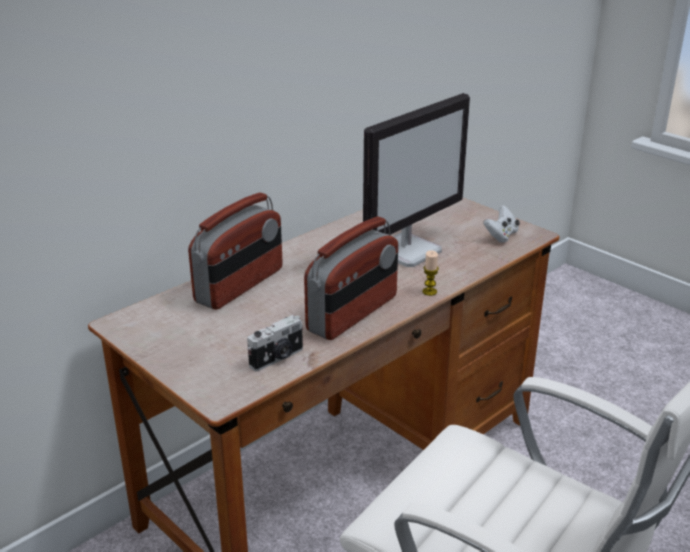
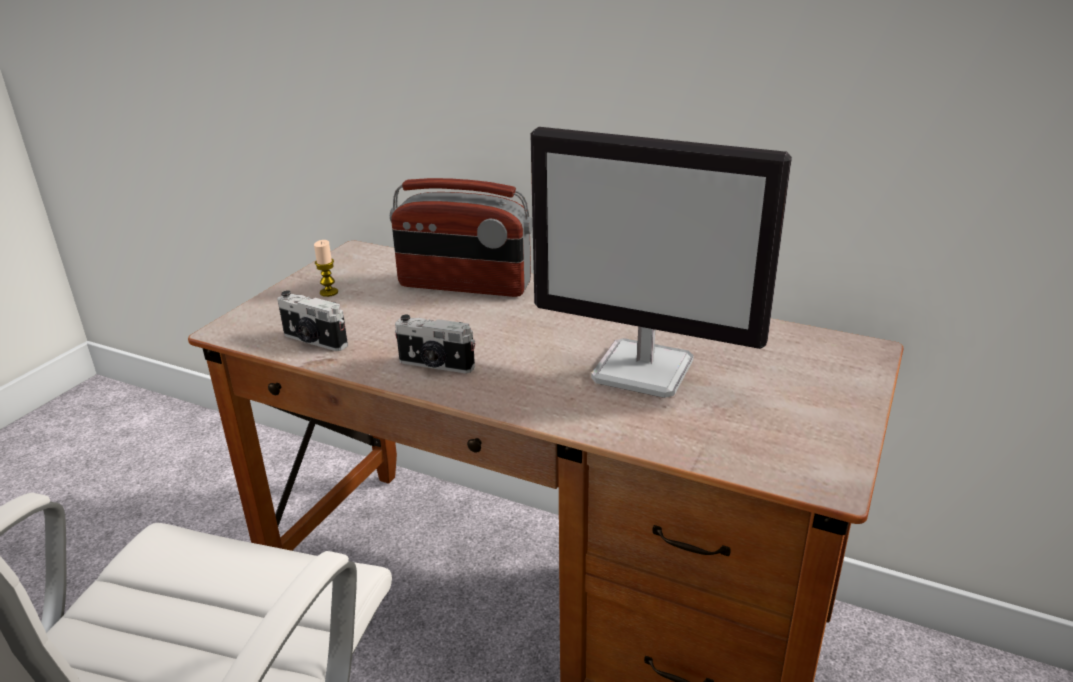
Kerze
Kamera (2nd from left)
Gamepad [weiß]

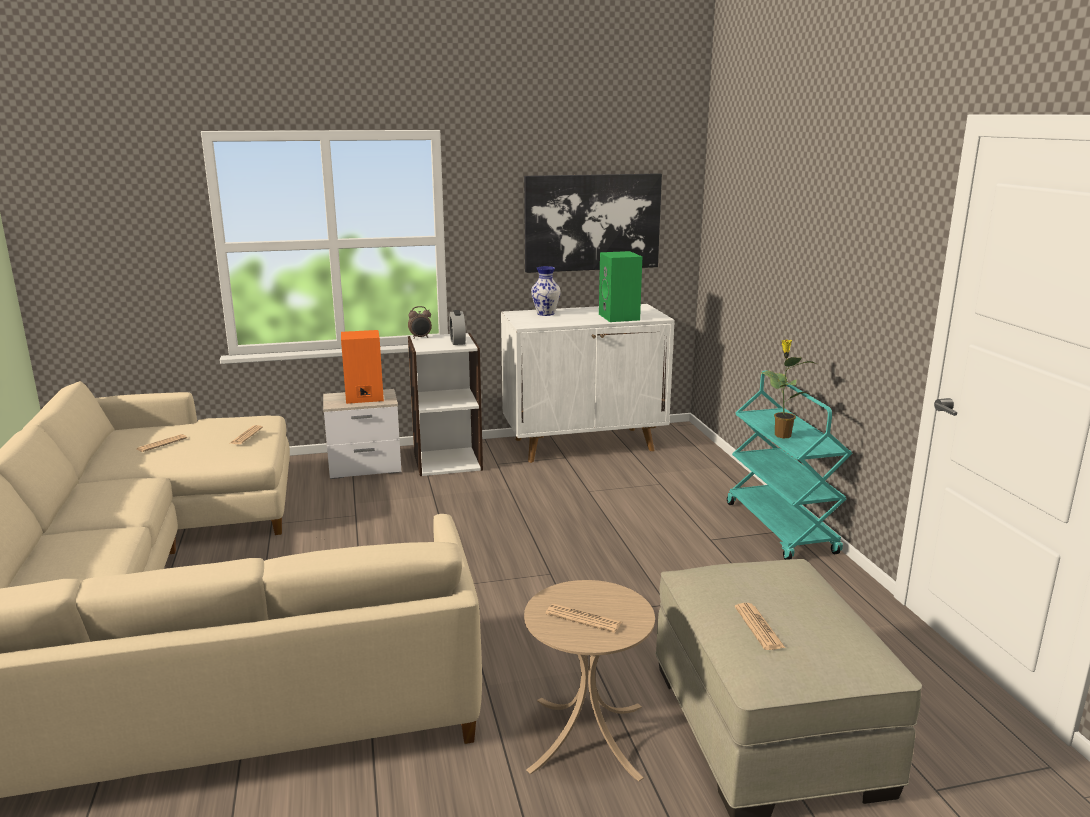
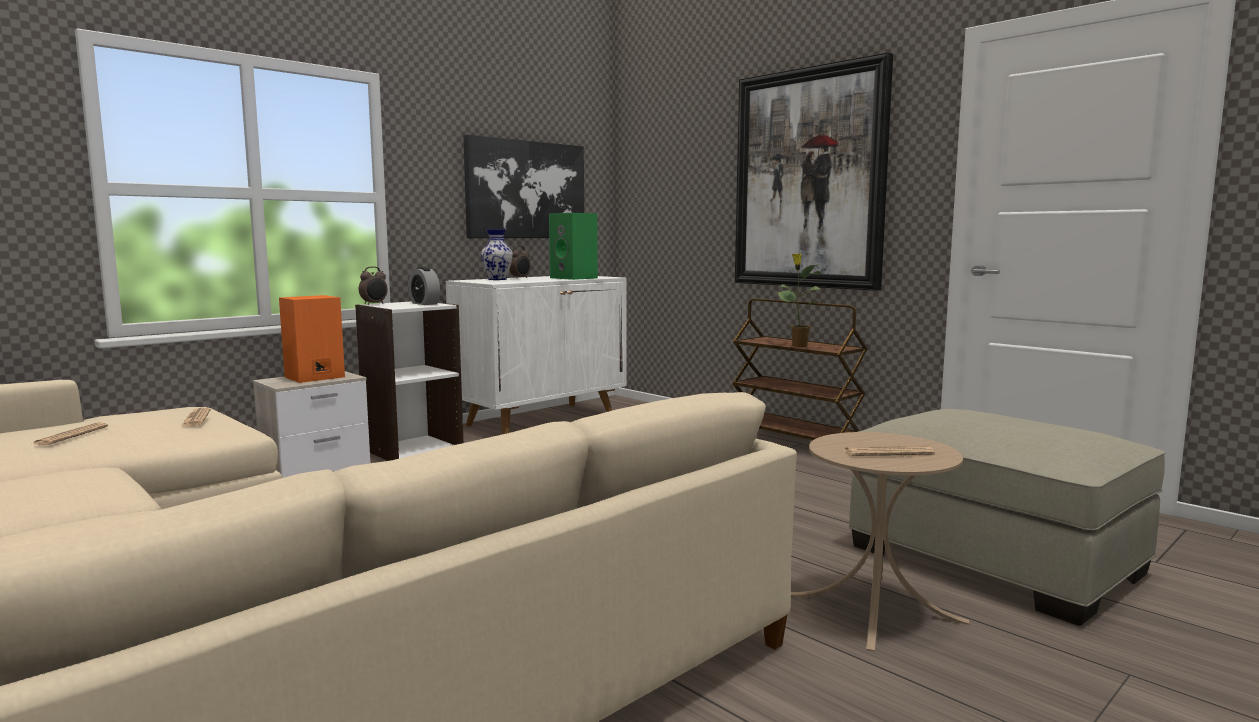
Wecker (3rd from left)
Rollwagen [braun]
Bild (2nd from left)
Zeitung (4th from left in the first image)

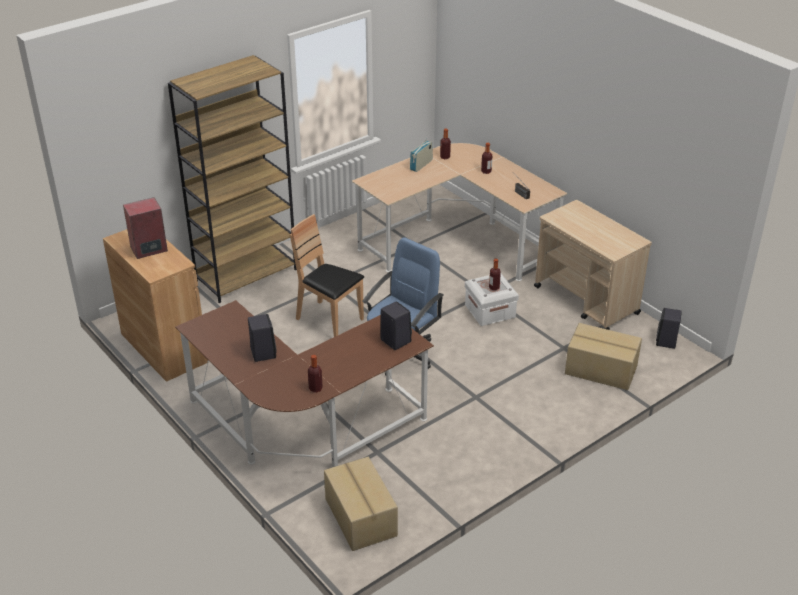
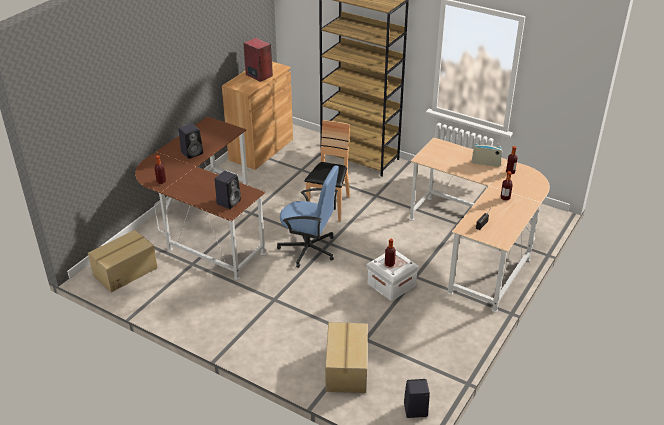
Rollwagen [beige]

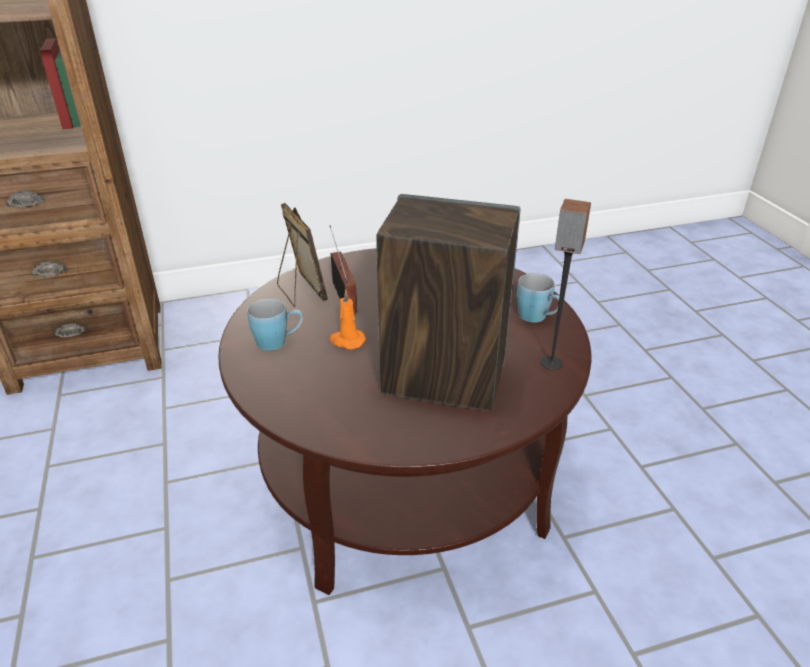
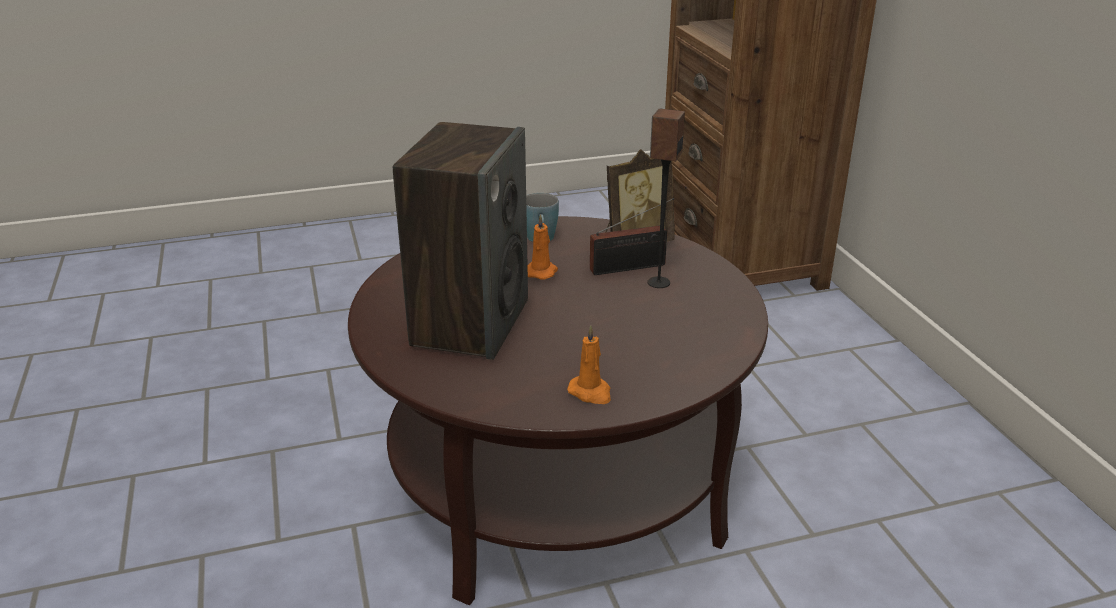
Kerze [orange] (2nd from left)
Lautsprecher (2nd from left)

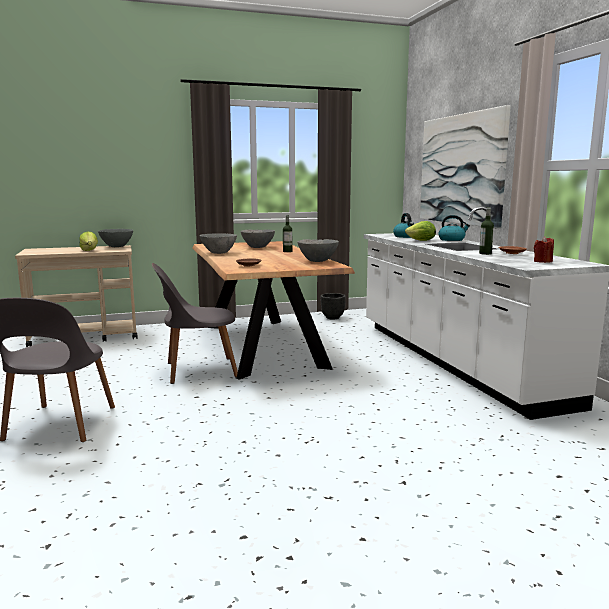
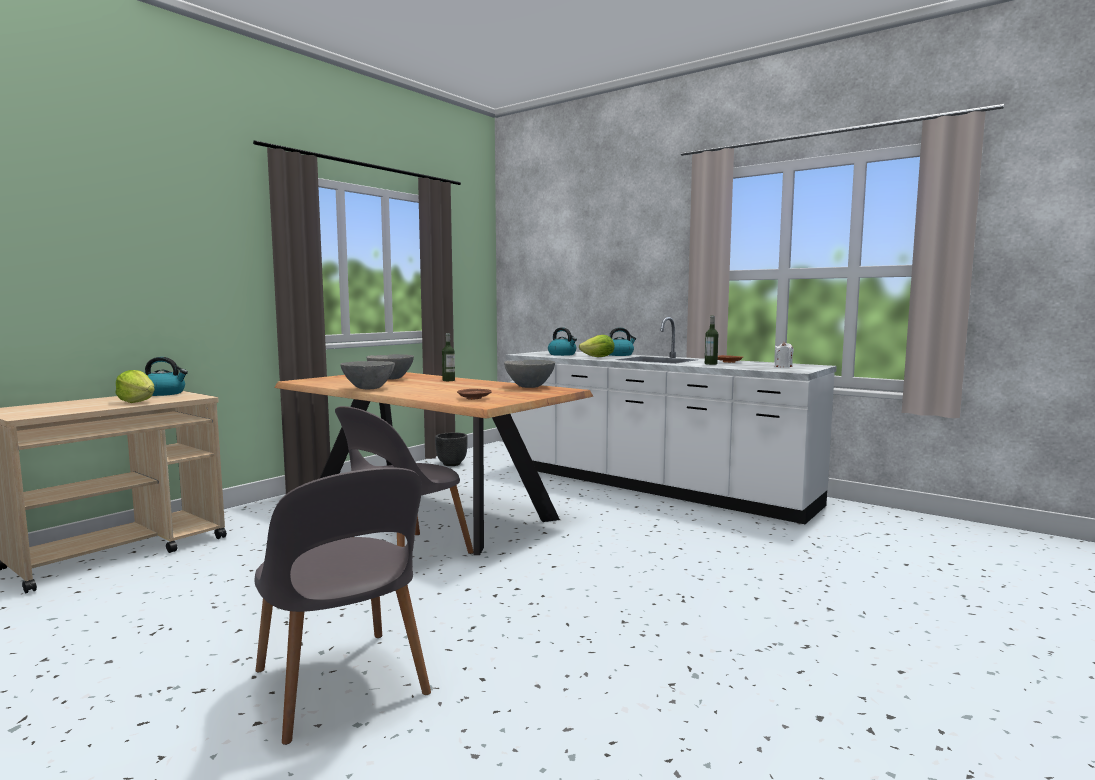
Wasserkessel (1st from left)
Kerze [weiß]
Bild

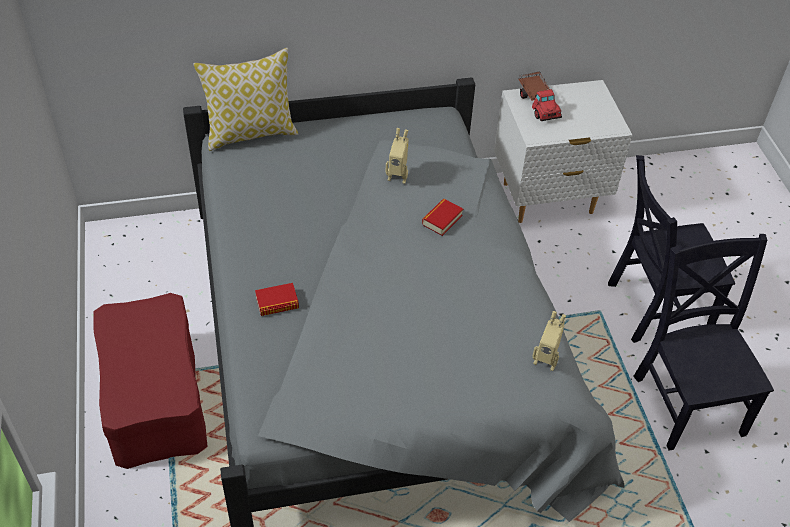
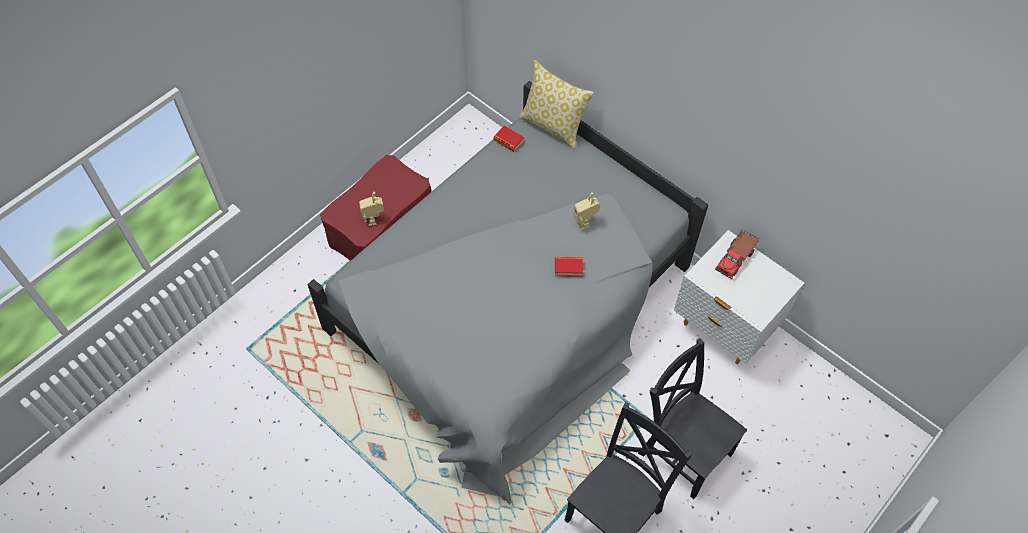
Spielzeugroboter (1st from left)
Buch (1st from left)

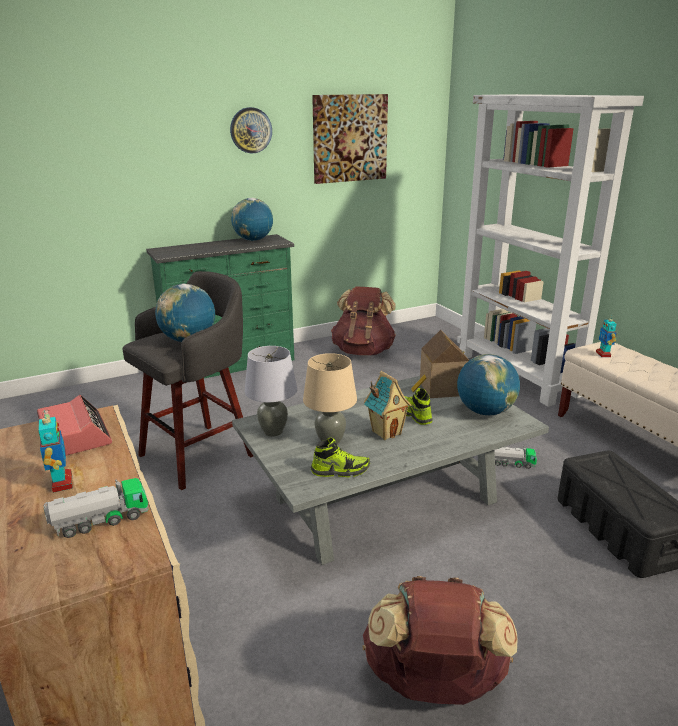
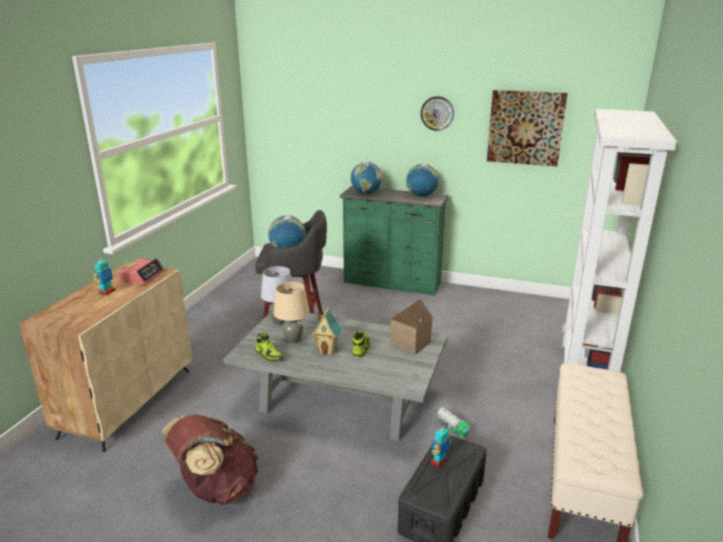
Globus (2nd from left)
Spielzeugroboter (2nd from left)
Spielzeuglaster (1st from left in the first image)
Rucksack [braun] (1st from left in the first image)

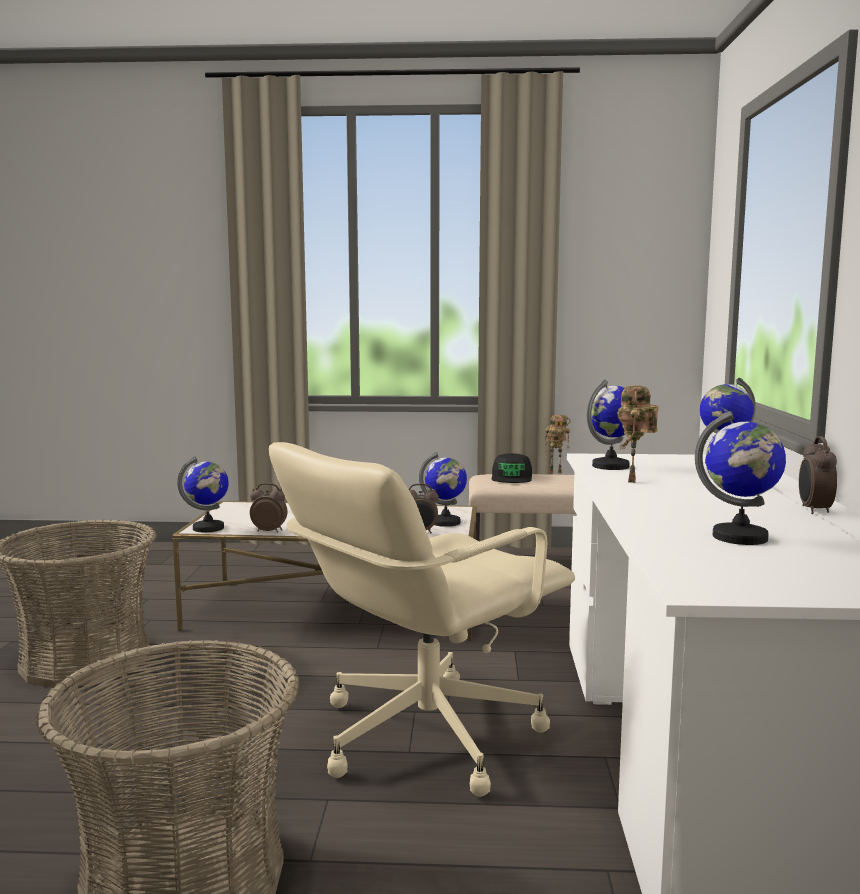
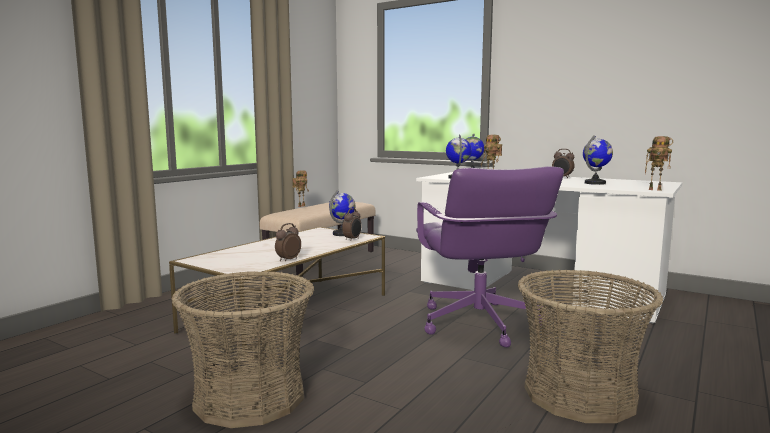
Bürostuhl [lila]
Spielzeugroboter (3rd from left)
Globus (1st from left in the first image)
Kappe [schwarz]

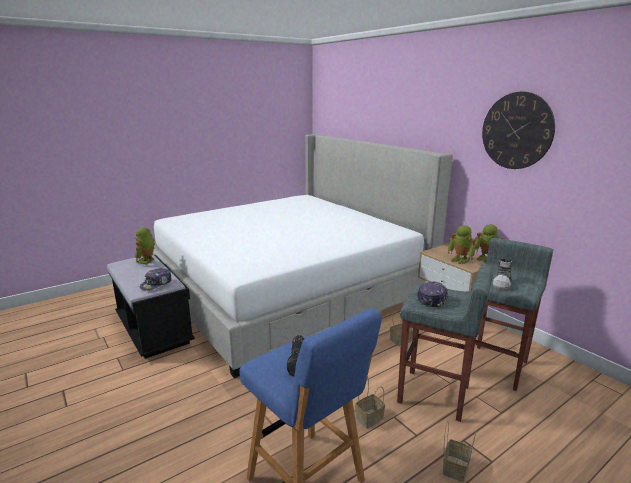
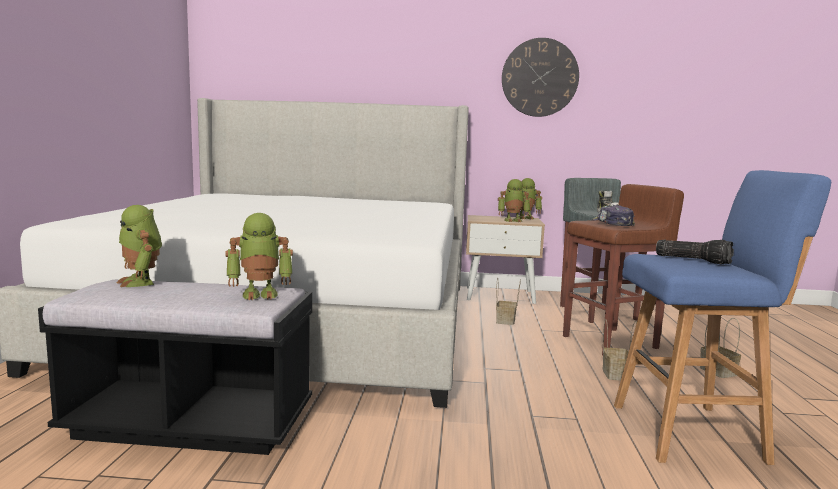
Spielzeugroboter (2nd from left)
Hocker [braun]

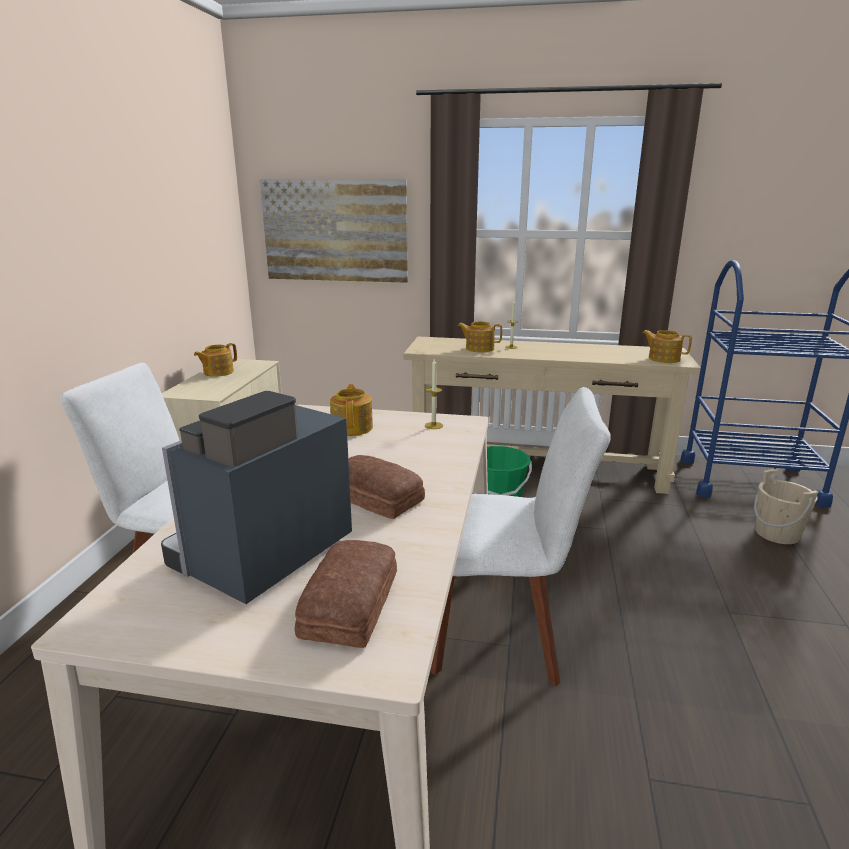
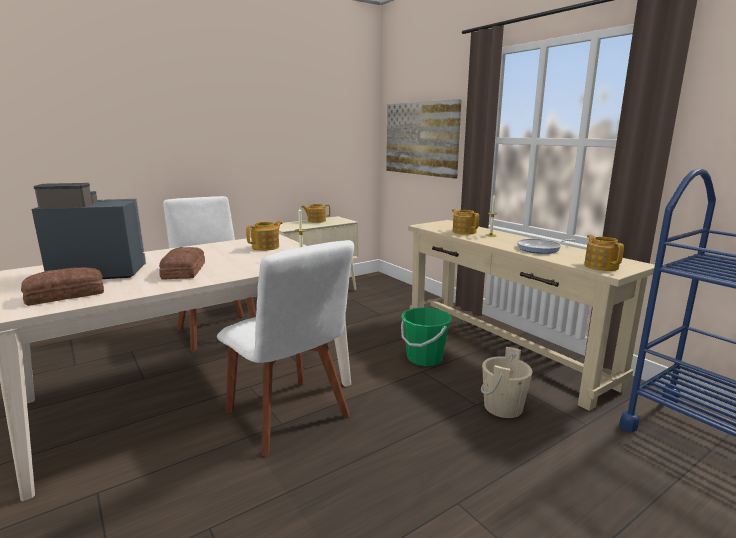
Eimer [beige]
Pfanne

